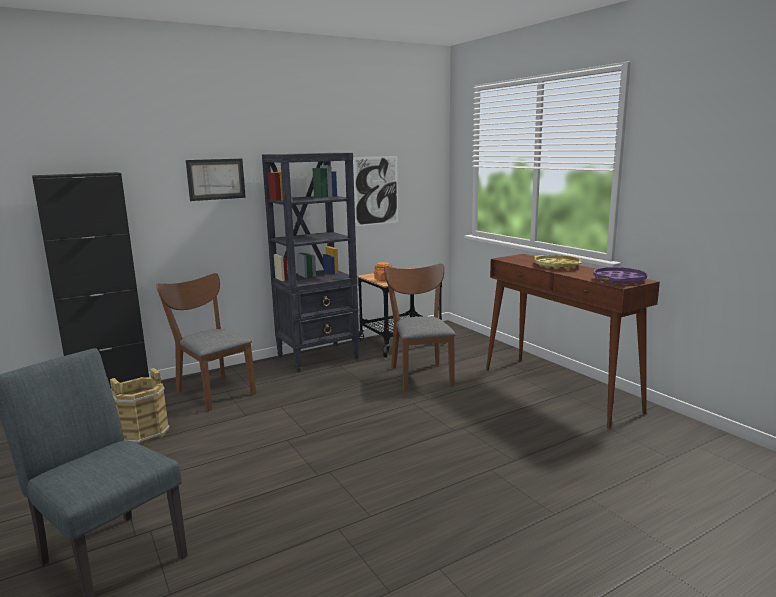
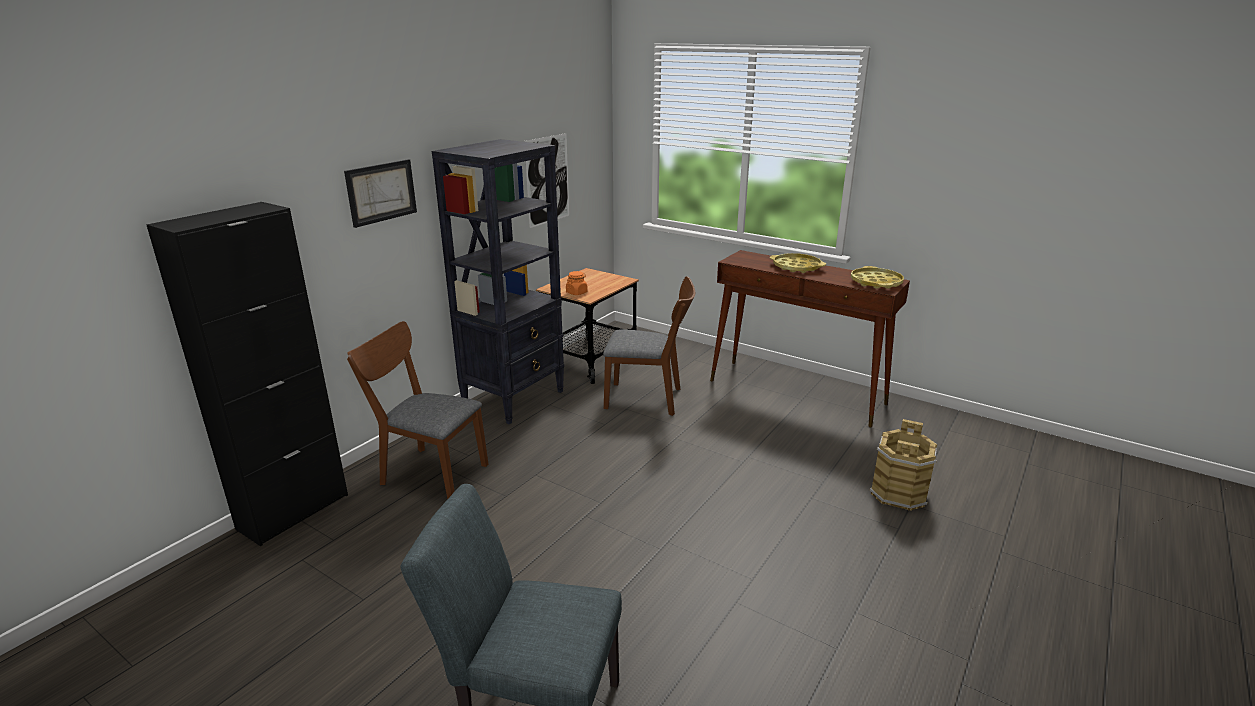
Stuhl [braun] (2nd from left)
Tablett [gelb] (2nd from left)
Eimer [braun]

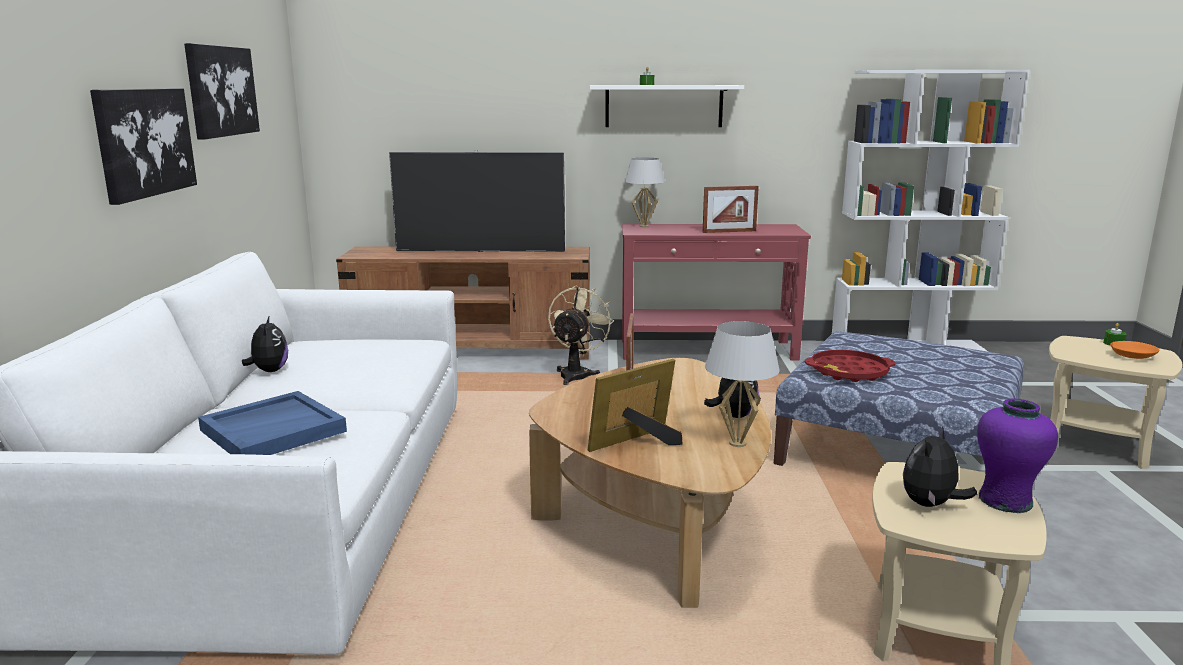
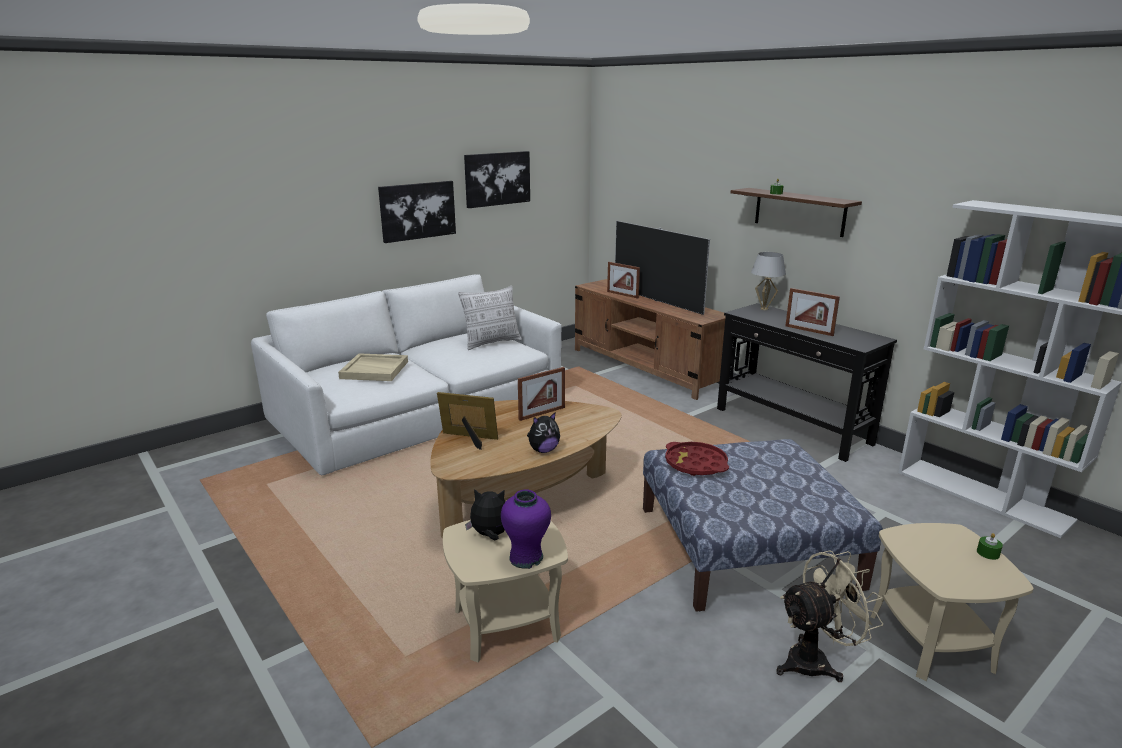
Tablett [beige]
Kissen
Bilderrahmen (3rd from left)
Konsolentisch [schwarz]
Wandregal [braun]
Ventilator [beige]
Plüschtier (1st from left in the first image)
Tischlampe [weiß] (2nd from left in the first image)
Schüssel [orange]

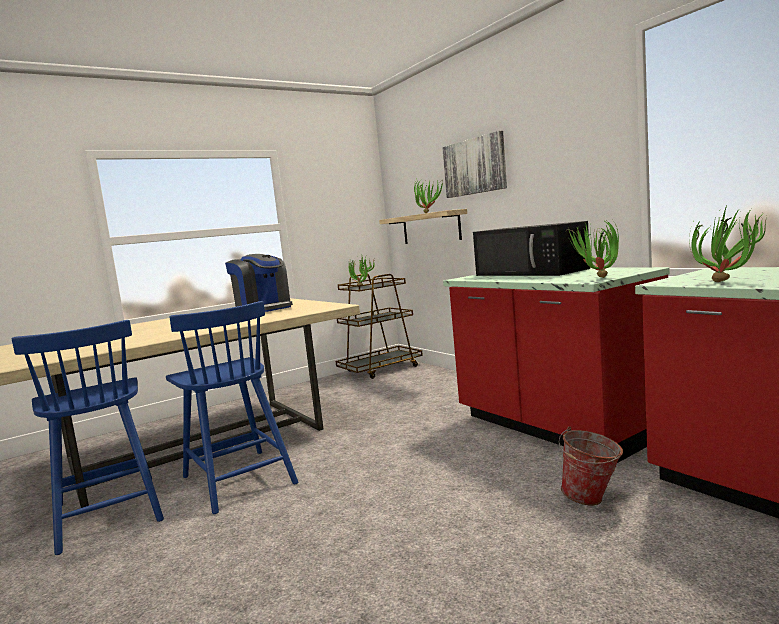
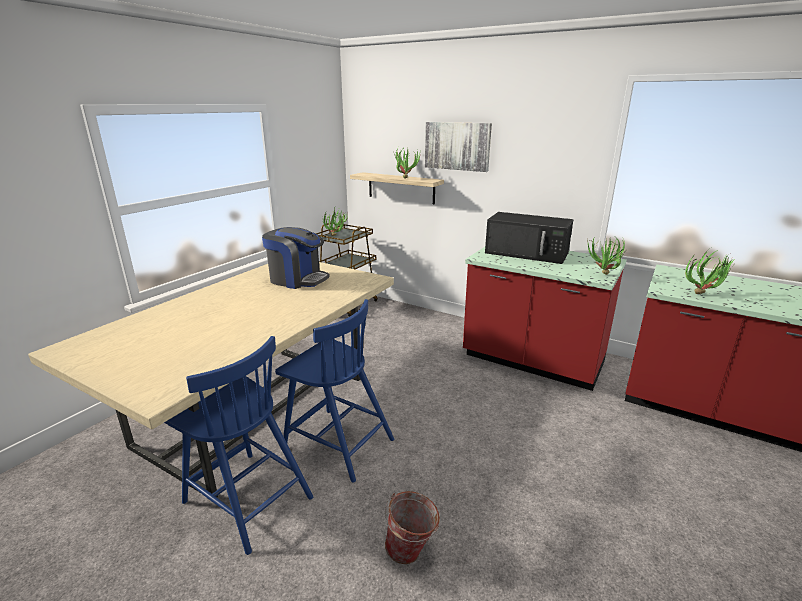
Eimer

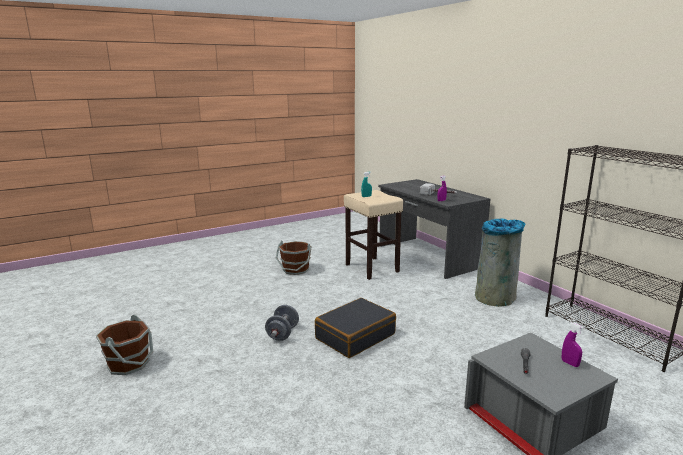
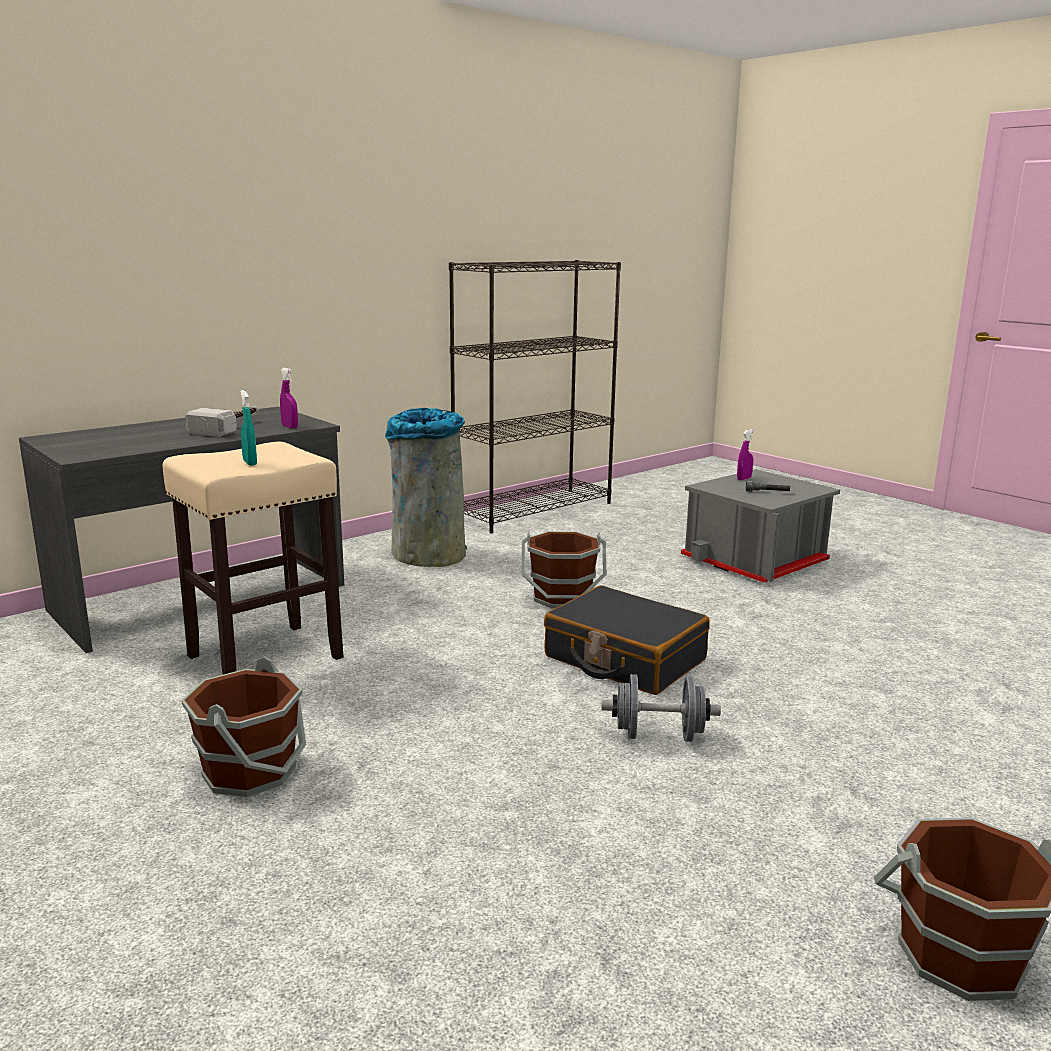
Eimer [braun] (2nd from left)

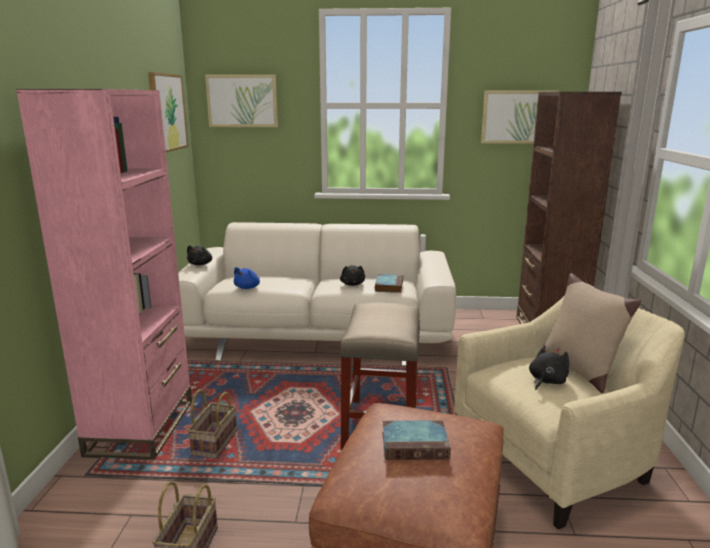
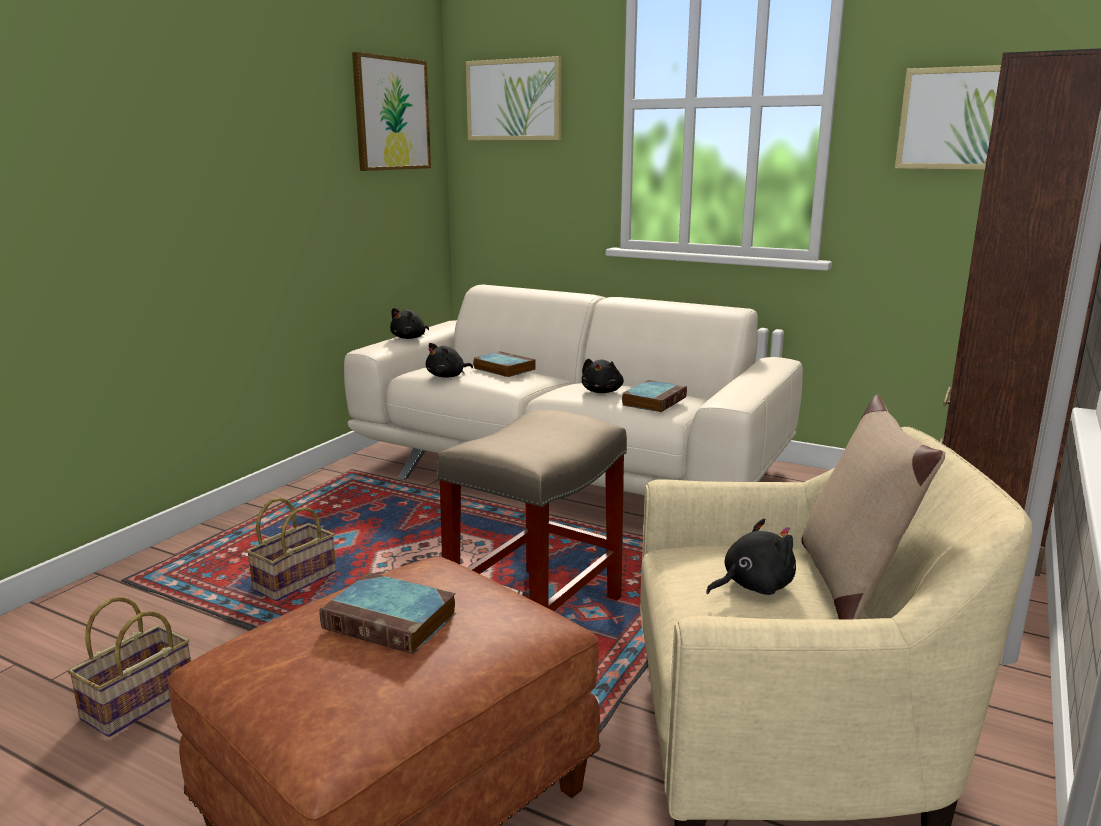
Plüschtier [schwarz] (2nd from left)
Buch (2nd from left)
Bücherregal [rosa]

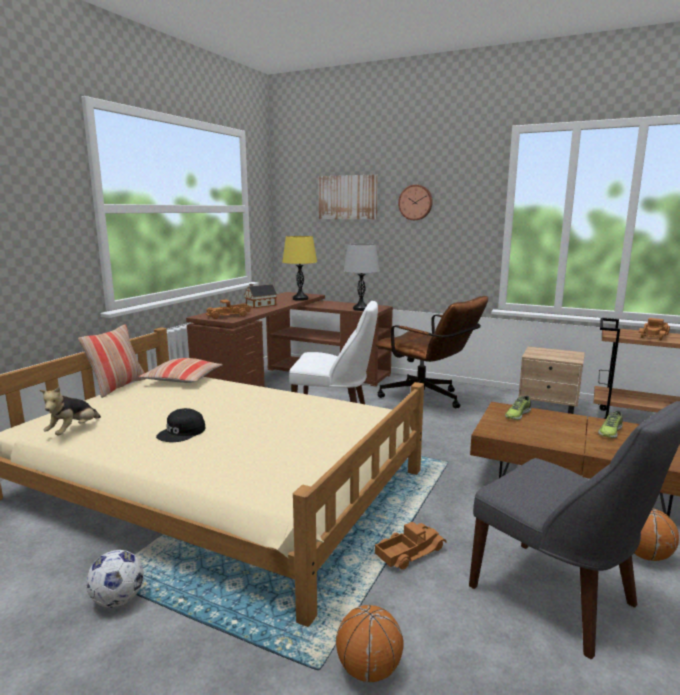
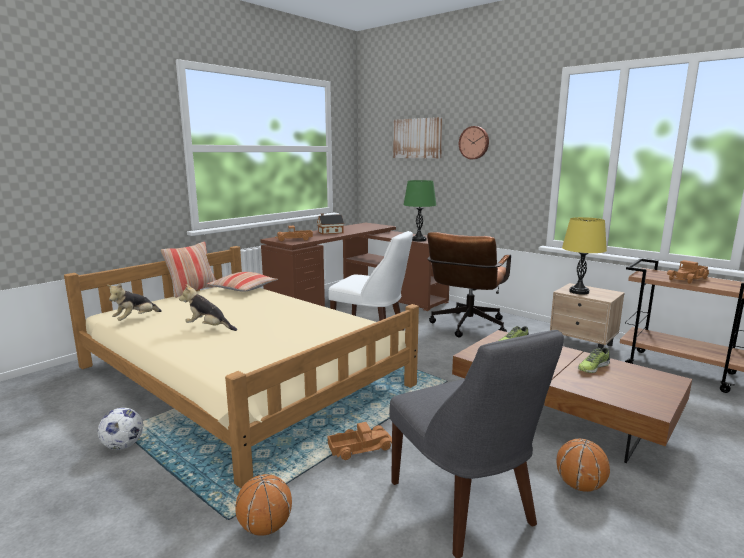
Plüschtier (2nd from left)
Tischlampe [grün]
Bürostuhl [braun]
Tischlampe [gelb]

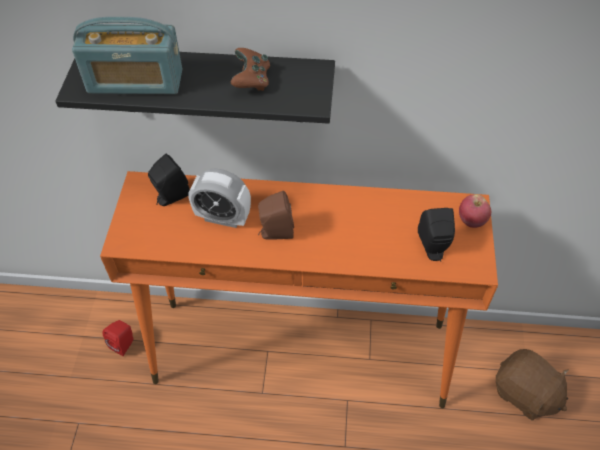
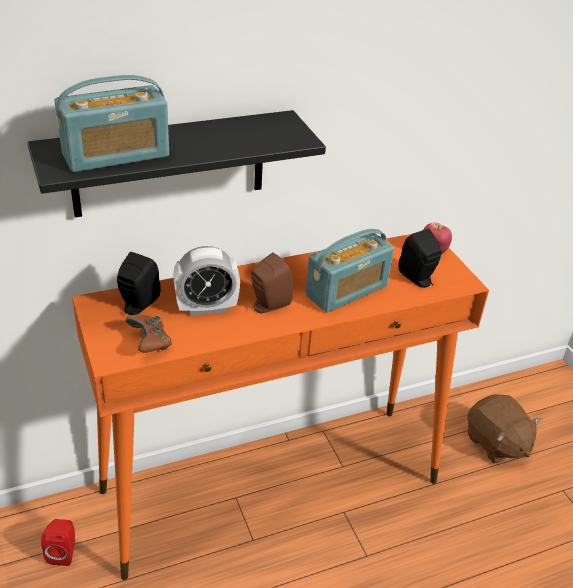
Gamepad [braun]
Radio (2nd from left)
Plüschtier [braun]

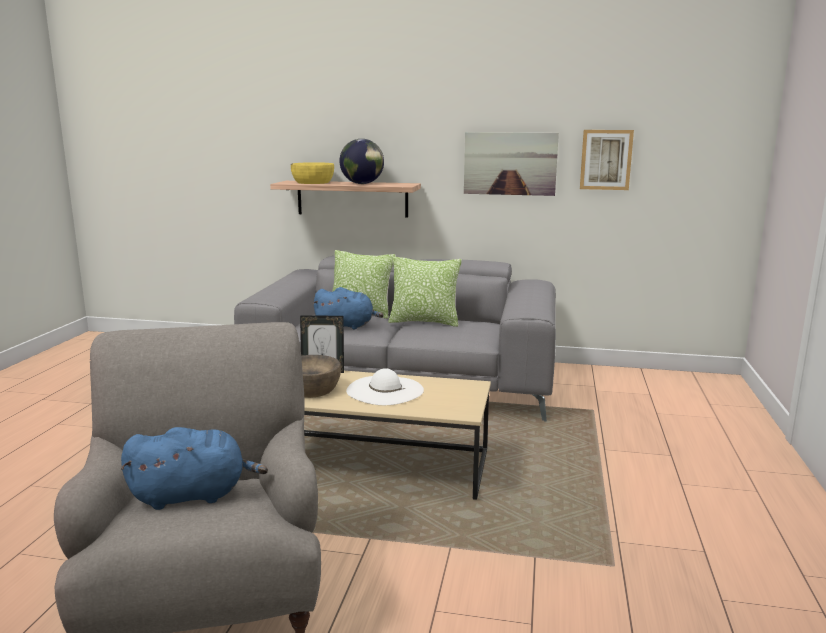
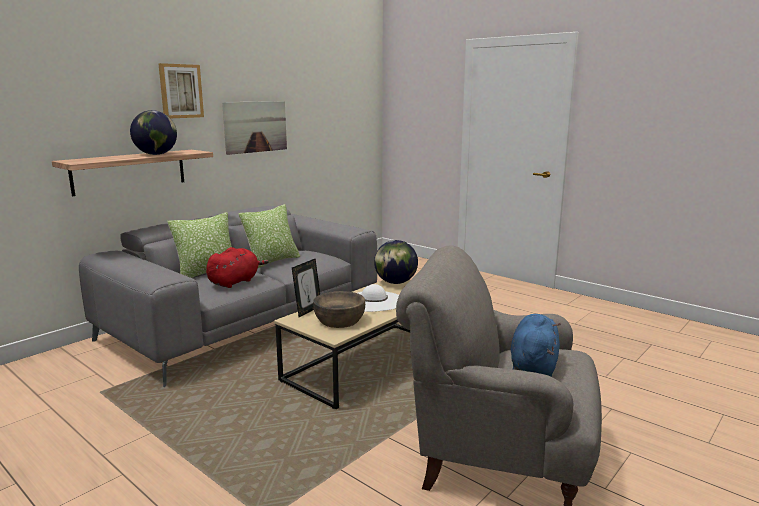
Bild (1st from left)
Plüschtier [rot]
Globus (2nd from left)
Schüssel [gelb]

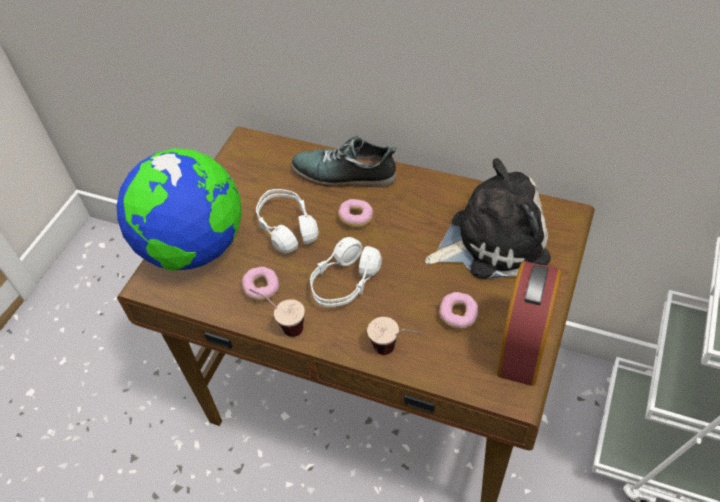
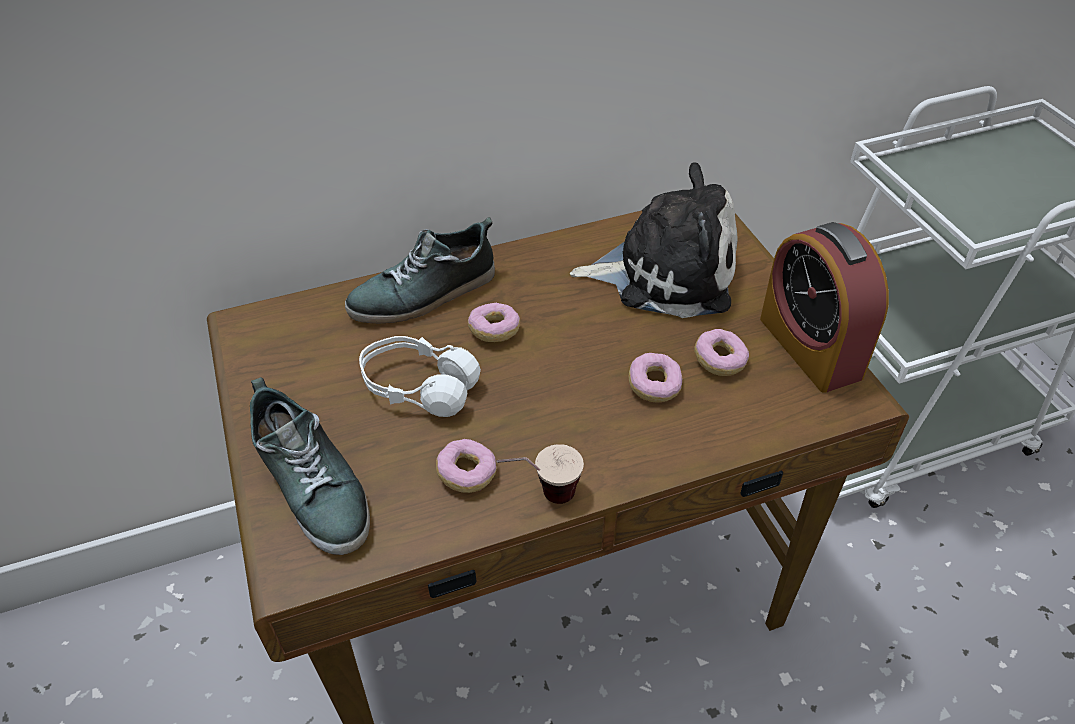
Schuh (1st from left)
Plüschtier
Donut (3rd from left)
Kopfhörer [weiß] (2nd from left in the first image)
Tasse (2nd from left in the first image)

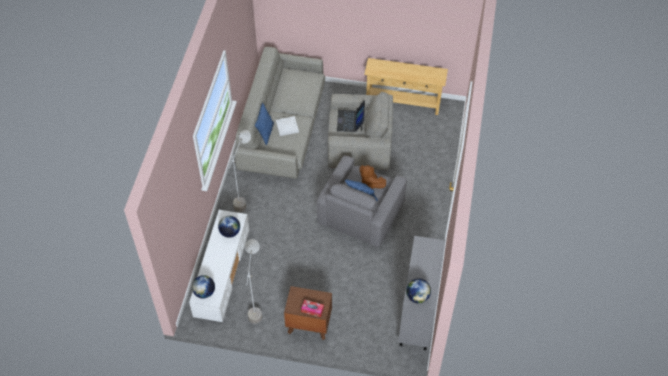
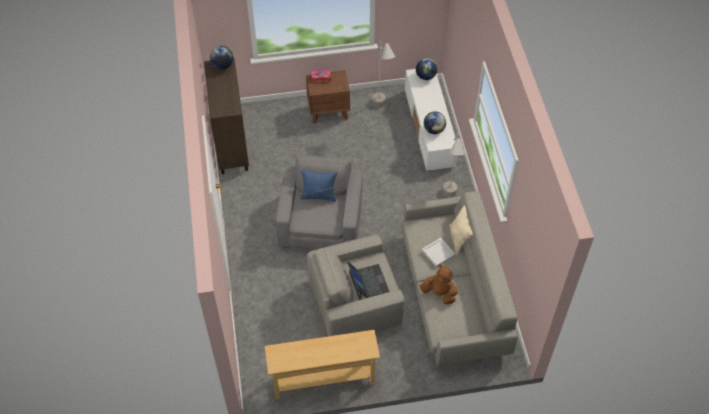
Schrank [braun]
Plüschtier [braun]
Kissen [beige]

